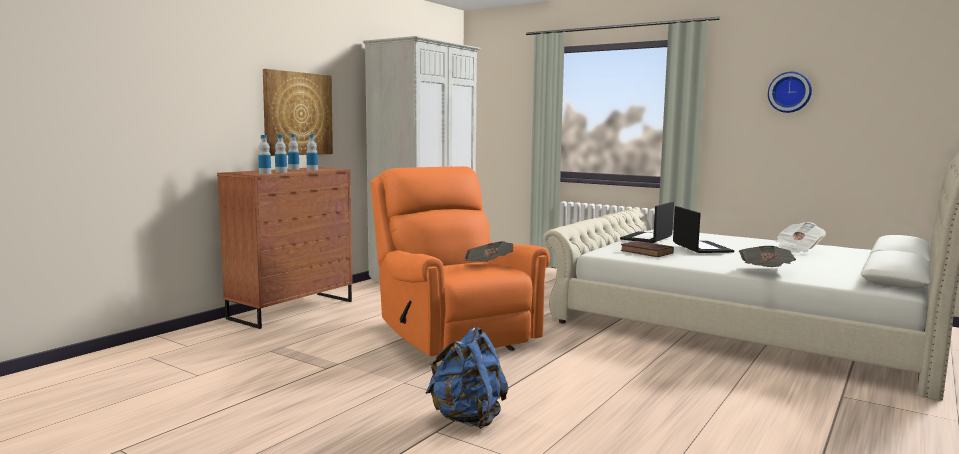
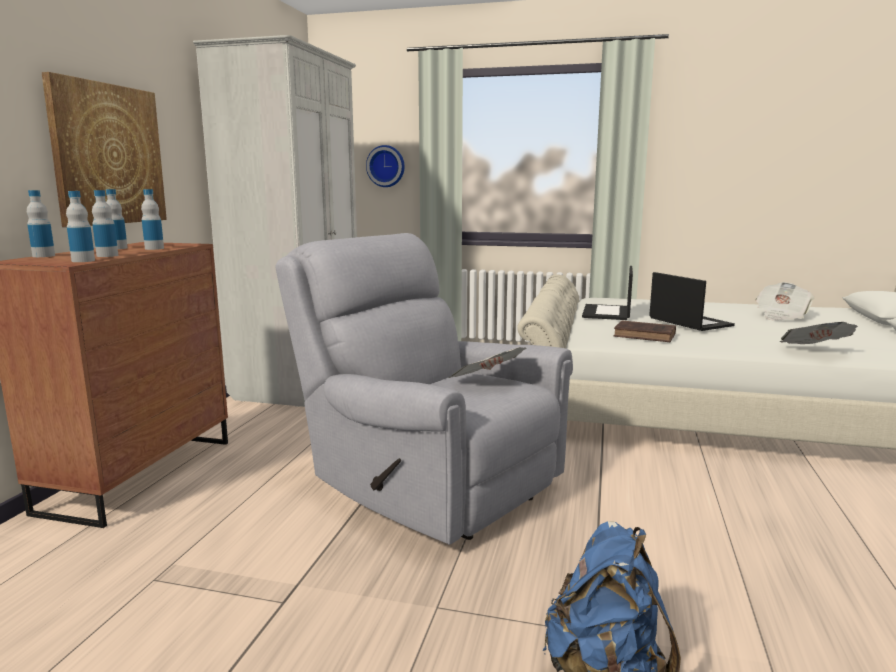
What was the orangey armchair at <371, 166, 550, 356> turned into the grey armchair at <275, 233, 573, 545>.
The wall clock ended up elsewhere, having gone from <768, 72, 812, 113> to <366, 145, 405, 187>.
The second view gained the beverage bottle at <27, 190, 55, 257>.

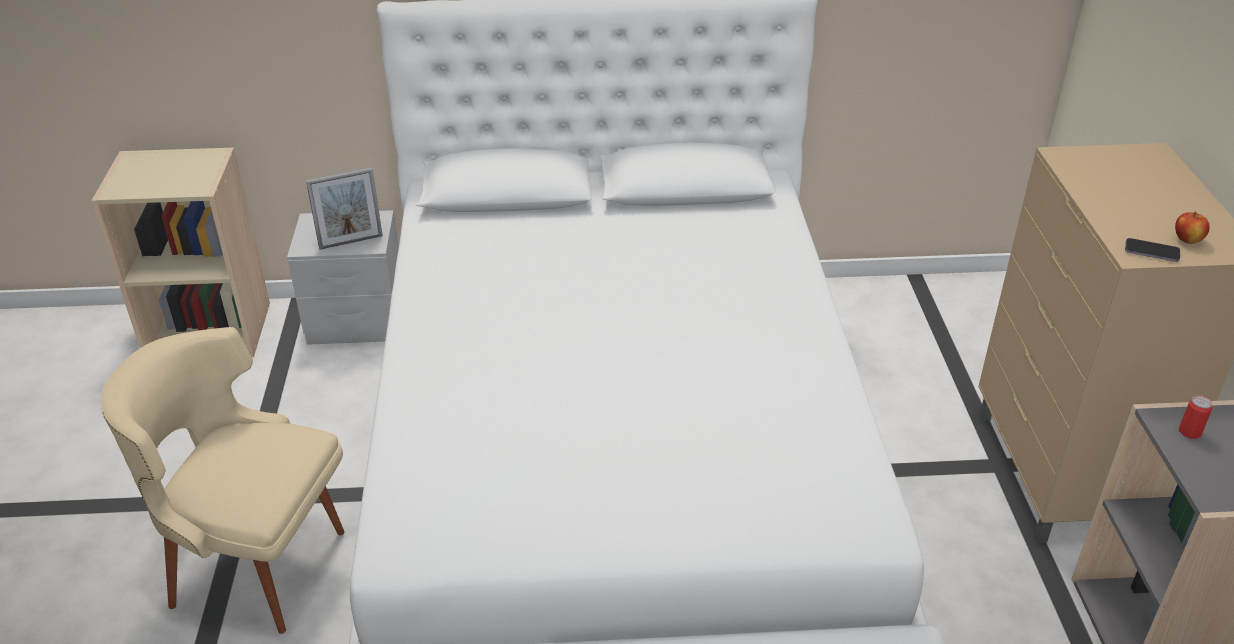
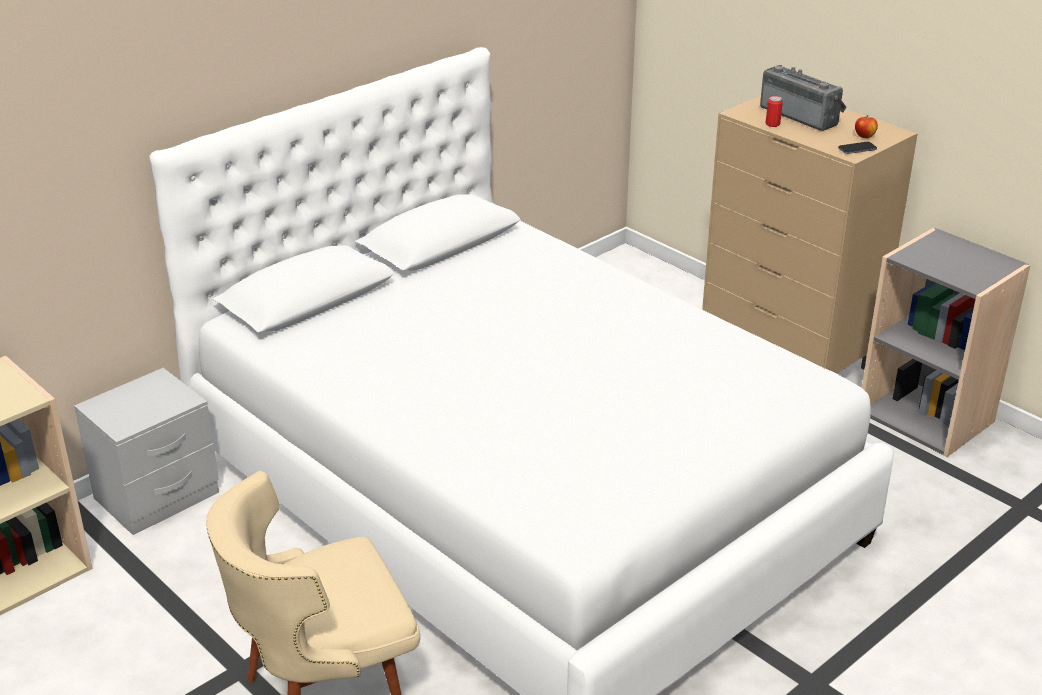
The second view lost the picture frame at <306, 168, 383, 250>.
The metal can ended up elsewhere, having gone from <1179, 395, 1212, 439> to <766, 96, 783, 127>.
The second view gained the radio receiver at <760, 65, 846, 131>.

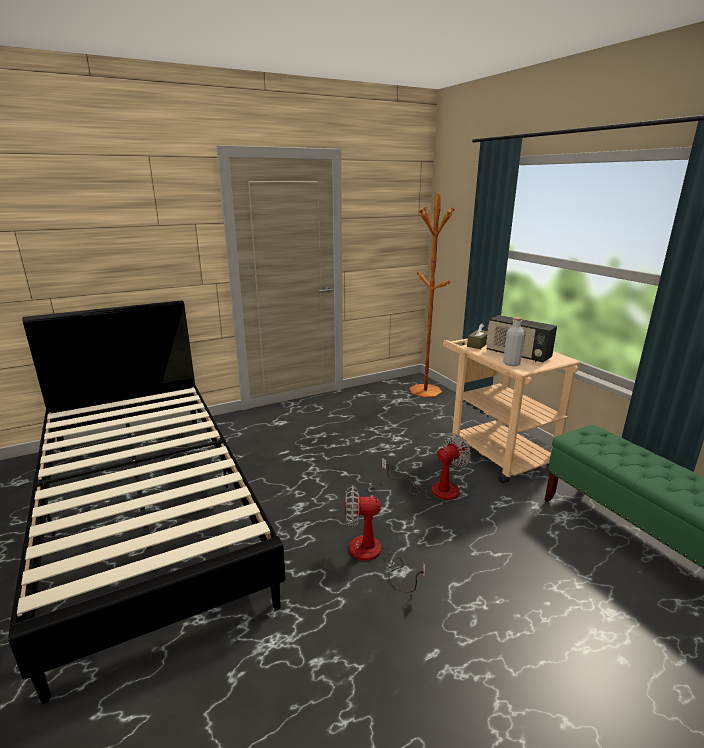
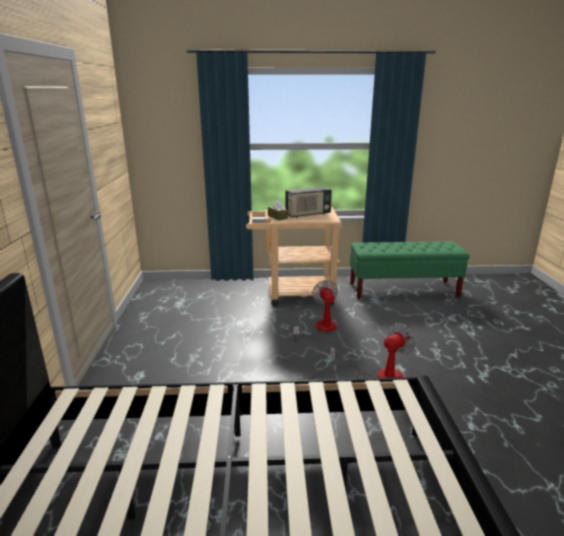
The electric fan at <345, 485, 425, 593> ended up facing another way, 150 degrees counterclockwise from before.
The second view lost the orangey clothes rack at <409, 192, 455, 398>.
The second view lost the grey beverage bottle at <503, 317, 525, 366>.

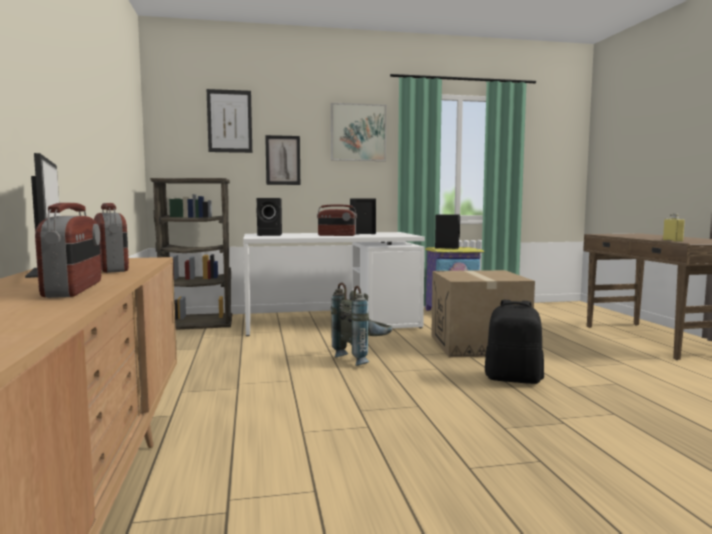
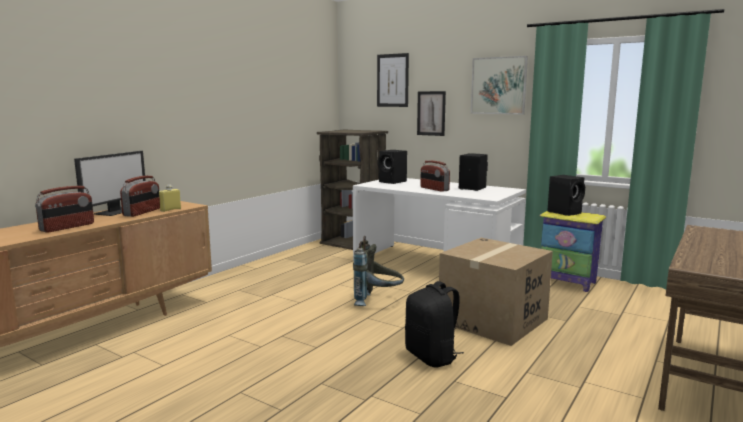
The yellowish beverage bottle ended up elsewhere, having gone from <663, 213, 685, 242> to <159, 185, 181, 212>.

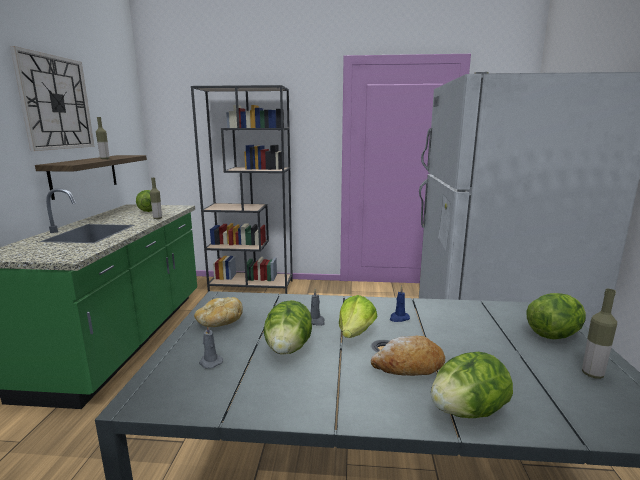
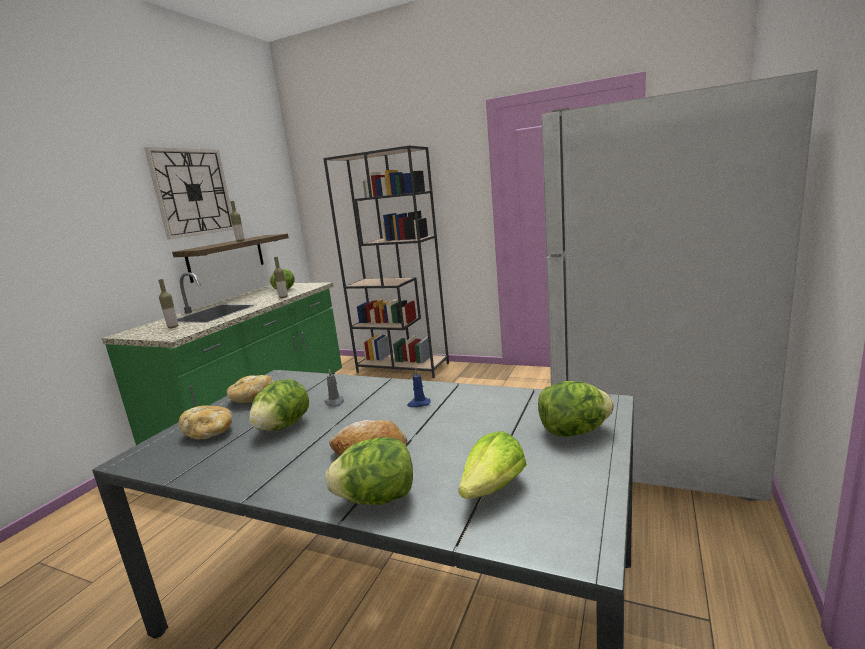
Where the grey candle stood at <199, 324, 223, 369>, the bakery bread came to stand at <178, 405, 232, 439>.
The lettuce head ended up elsewhere, having gone from <339, 295, 377, 338> to <458, 431, 527, 499>.
The beverage bottle ended up elsewhere, having gone from <582, 289, 617, 379> to <158, 279, 178, 328>.

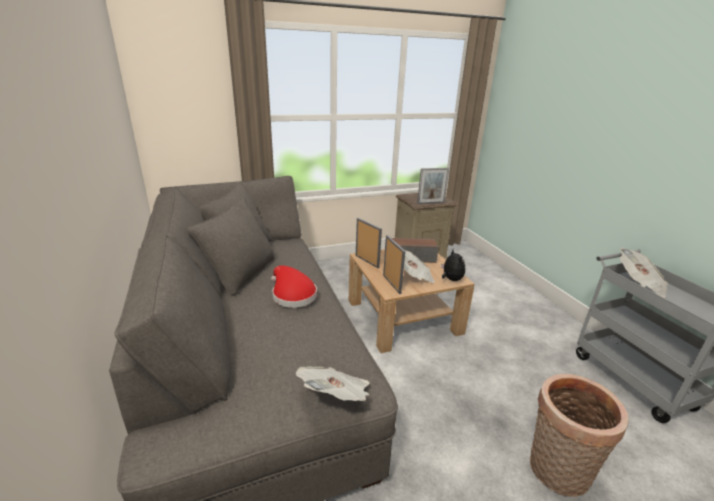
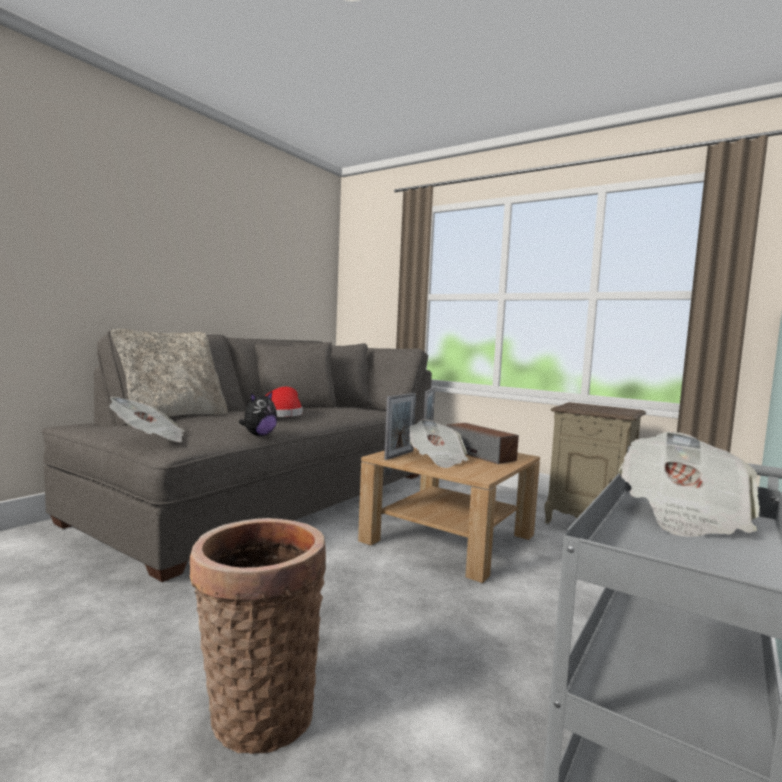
The second view lost the picture frame at <417, 168, 449, 204>.
The soft toy ended up elsewhere, having gone from <441, 249, 465, 281> to <239, 392, 277, 436>.
The second view gained the sand-coloured pillow at <111, 329, 228, 417>.

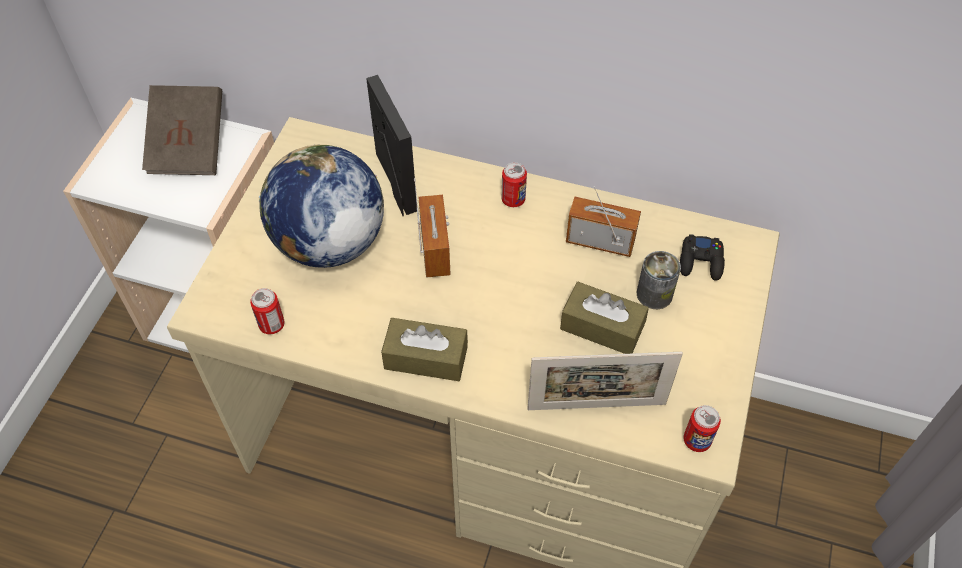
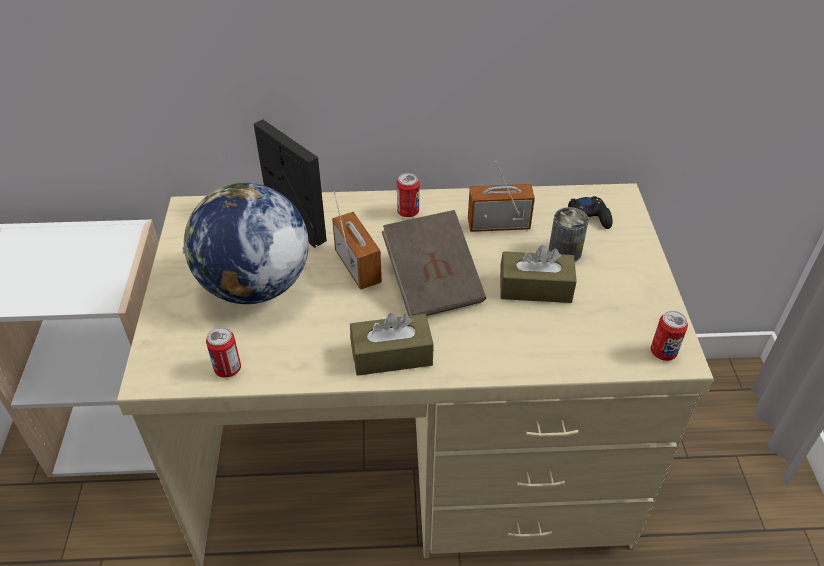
The brown volume ended up elsewhere, having gone from <142, 85, 222, 175> to <382, 210, 486, 316>.
The second view lost the picture frame at <527, 352, 683, 410>.

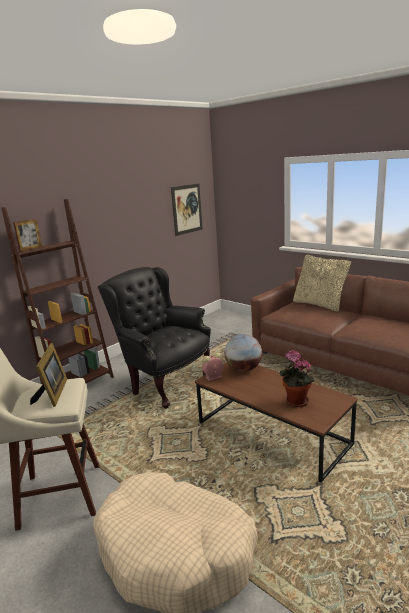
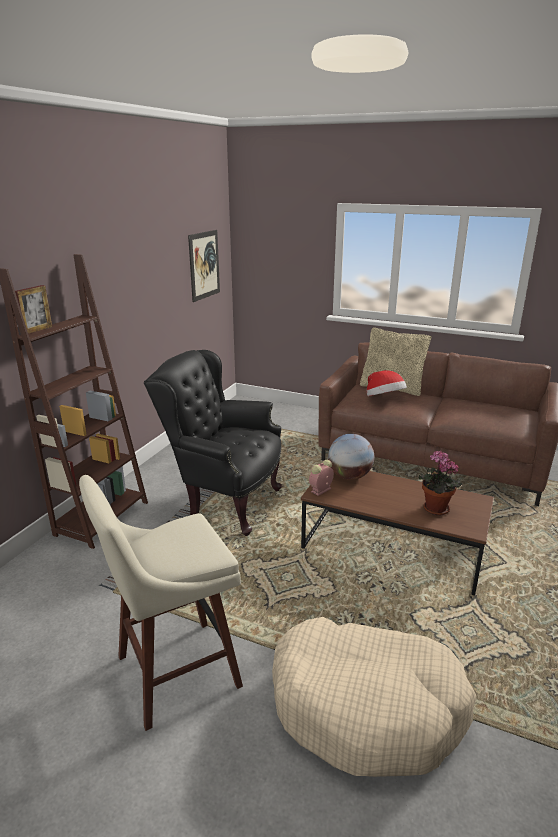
The second view lost the picture frame at <30, 343, 67, 407>.
The second view gained the hat at <366, 370, 407, 396>.

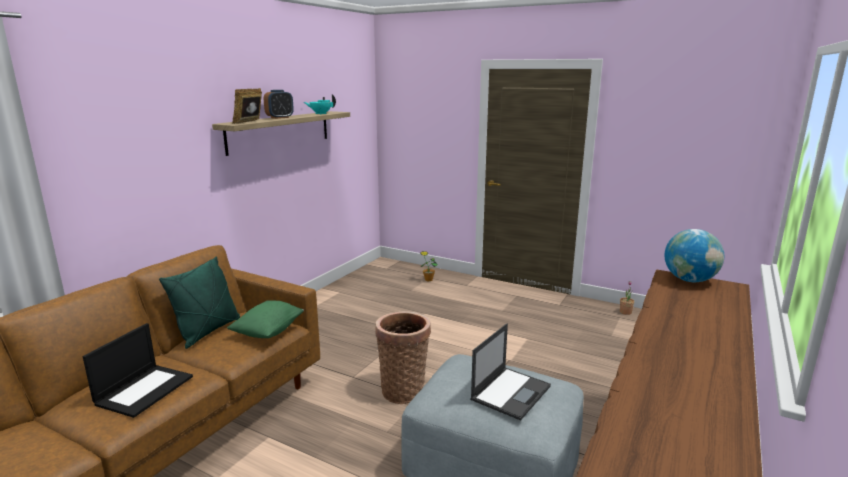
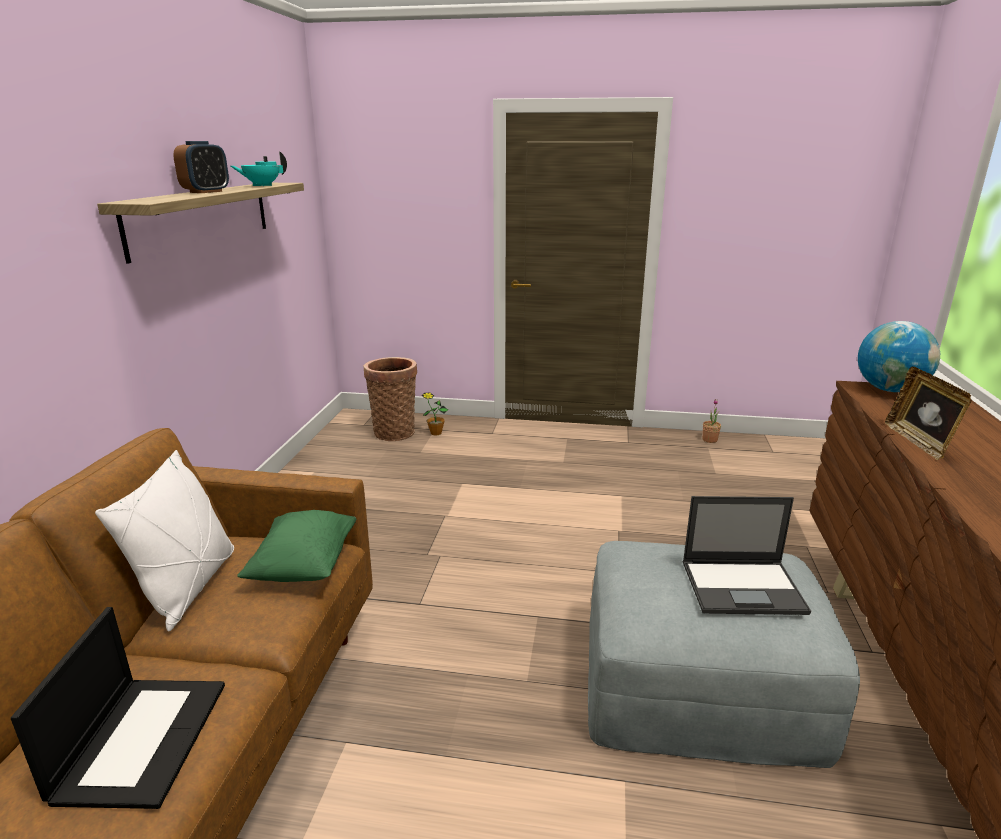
What was the green pillow at <159, 257, 240, 349> turned into the whitish pillow at <95, 450, 234, 632>.
The picture frame ended up elsewhere, having gone from <232, 88, 262, 124> to <885, 367, 972, 460>.
The storage basket ended up elsewhere, having gone from <376, 311, 431, 404> to <364, 357, 417, 441>.
The portable computer at <470, 323, 551, 420> ended up facing another way, 75 degrees clockwise from before.

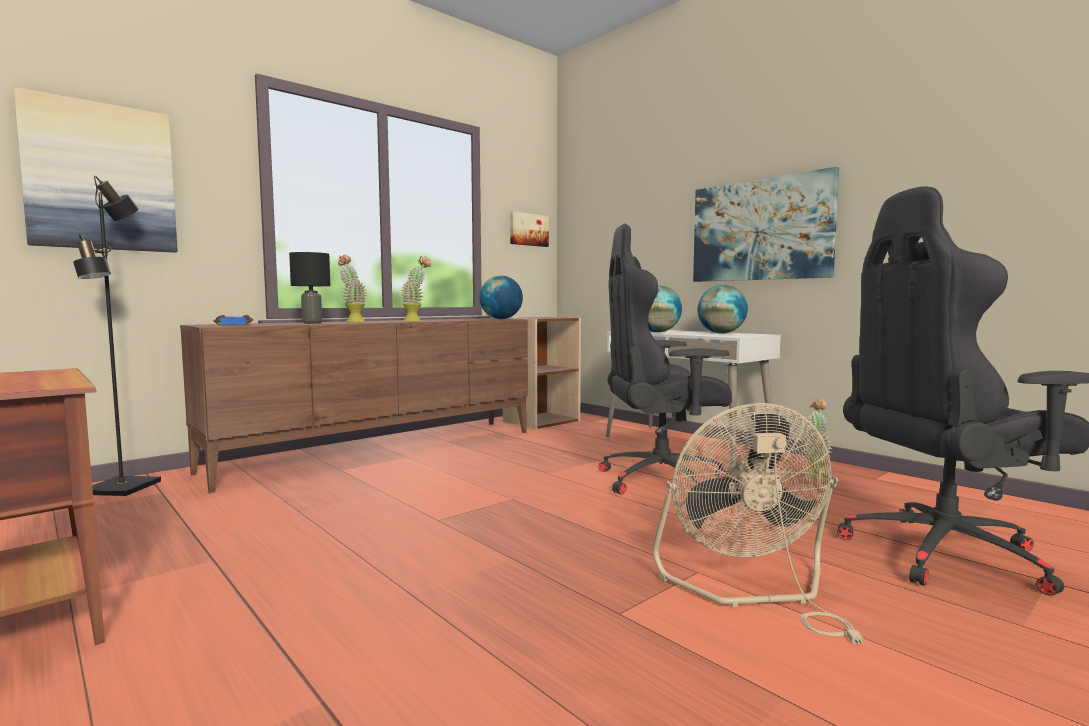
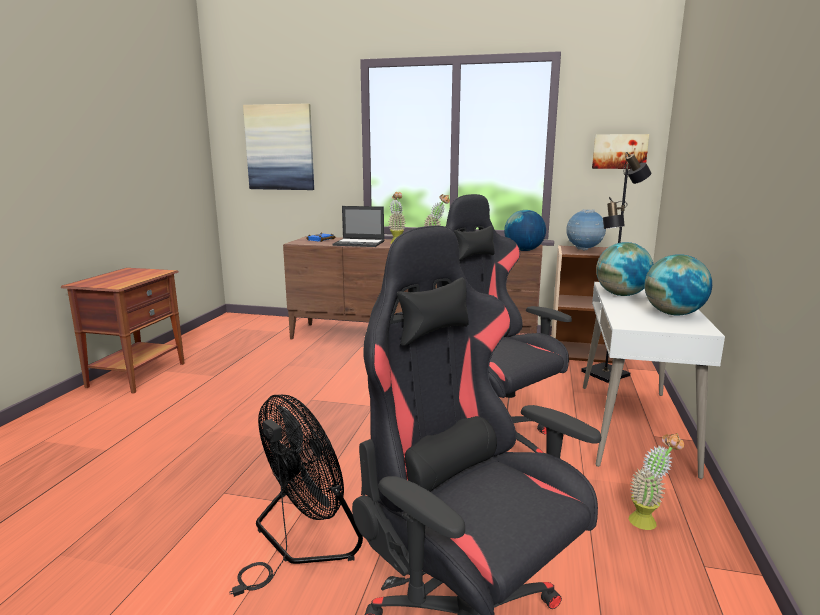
The blackish standing lamp ended up elsewhere, having gone from <73, 176, 161, 496> to <581, 152, 651, 383>.
Where the blackish lamp for a table stood at <289, 252, 330, 324>, the portable computer came to stand at <333, 206, 384, 247>.
What was the sand-coloured electric fan at <653, 403, 863, 644> turned into the blackish electric fan at <229, 395, 363, 597>.
The second view lost the picture at <693, 167, 839, 282>.
The second view gained the desk globe at <566, 209, 606, 251>.

